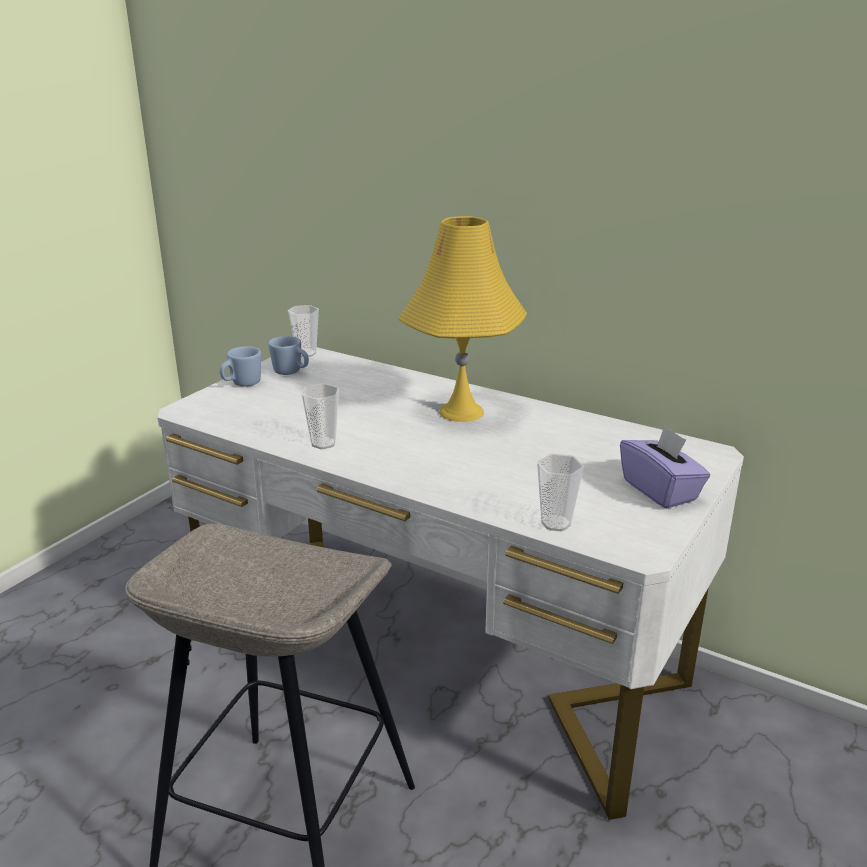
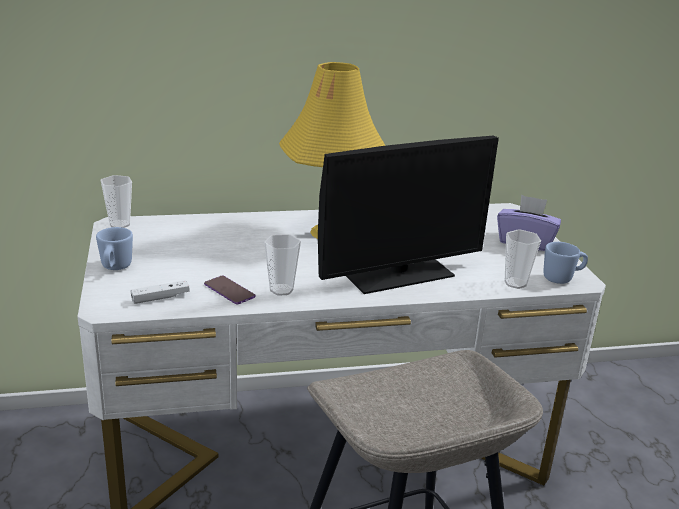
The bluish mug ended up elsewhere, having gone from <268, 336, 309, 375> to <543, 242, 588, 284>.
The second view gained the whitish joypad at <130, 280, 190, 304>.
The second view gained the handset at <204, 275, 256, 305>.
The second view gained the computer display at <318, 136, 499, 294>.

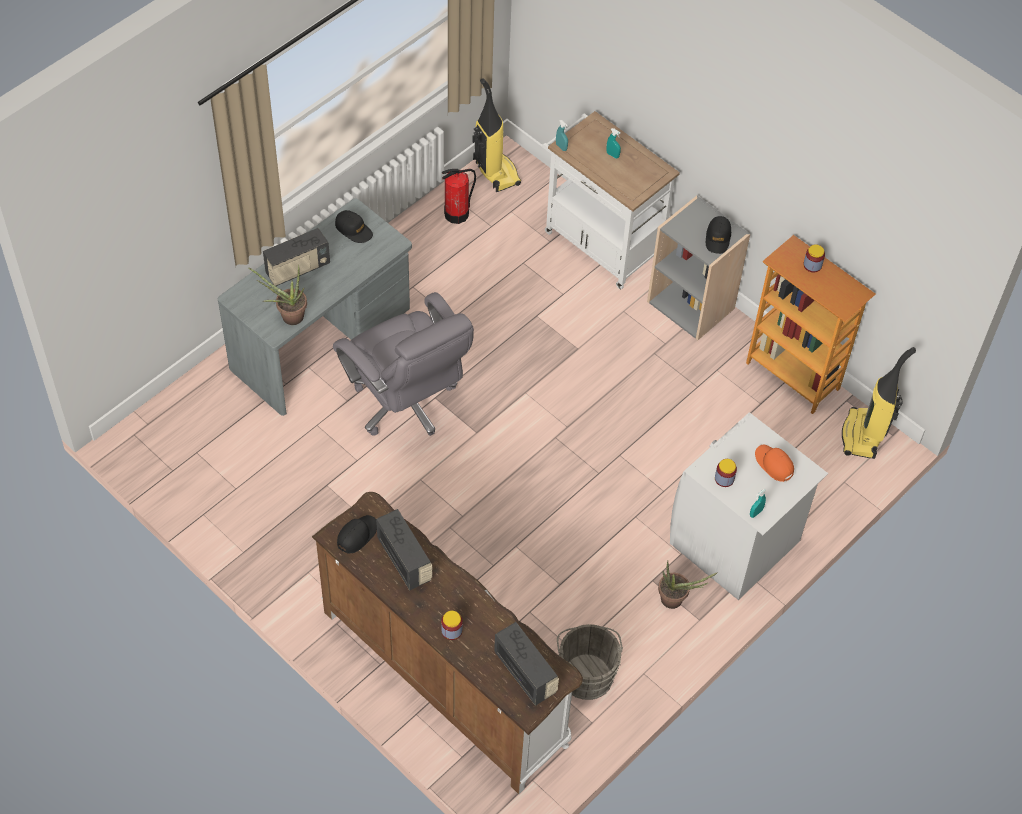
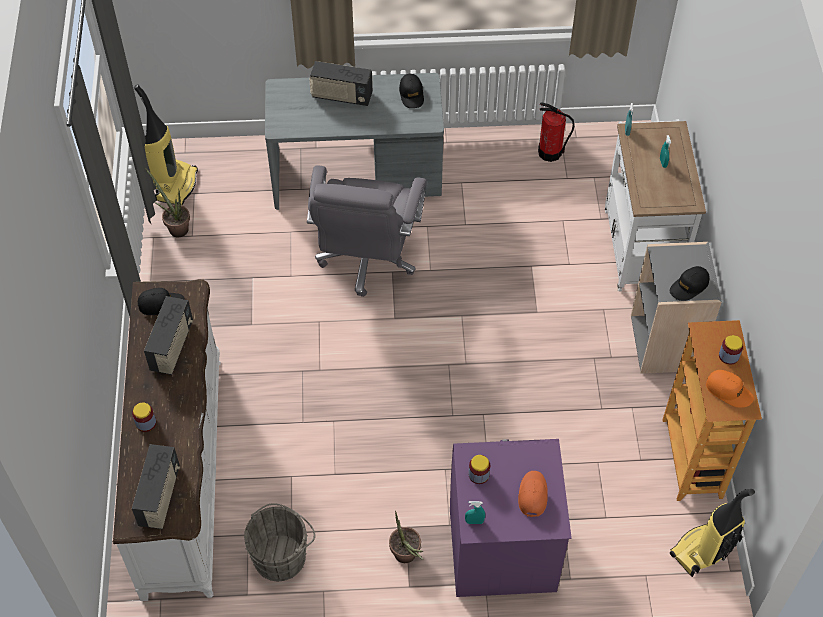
The plant in a pot ended up elsewhere, having gone from <248, 265, 307, 325> to <145, 168, 190, 237>.
The vacuum ended up elsewhere, having gone from <472, 78, 521, 192> to <134, 84, 198, 205>.
What was the whitish washing machine at <670, 412, 828, 600> turned into the purplish washing machine at <450, 439, 572, 597>.
The second view gained the orangey peaked cap at <706, 370, 754, 408>.

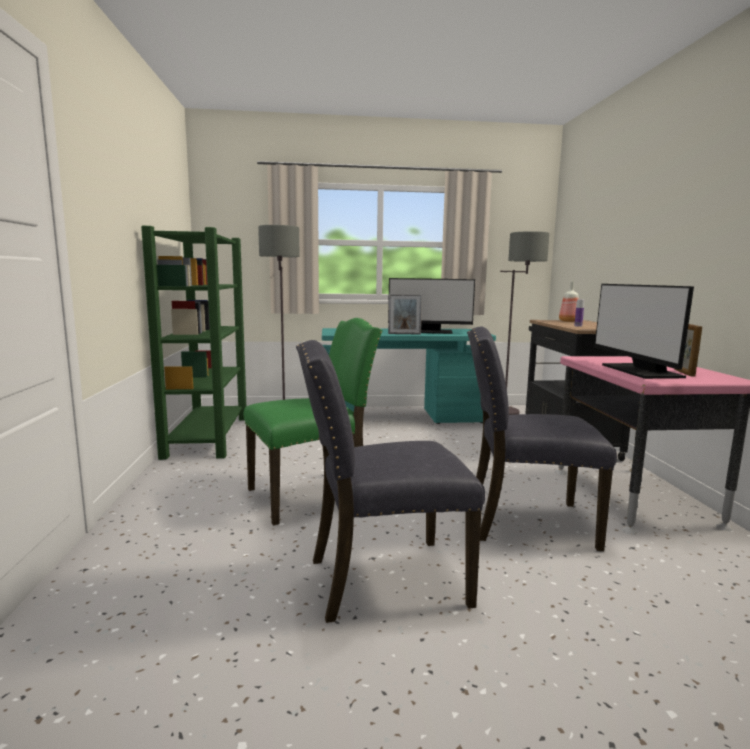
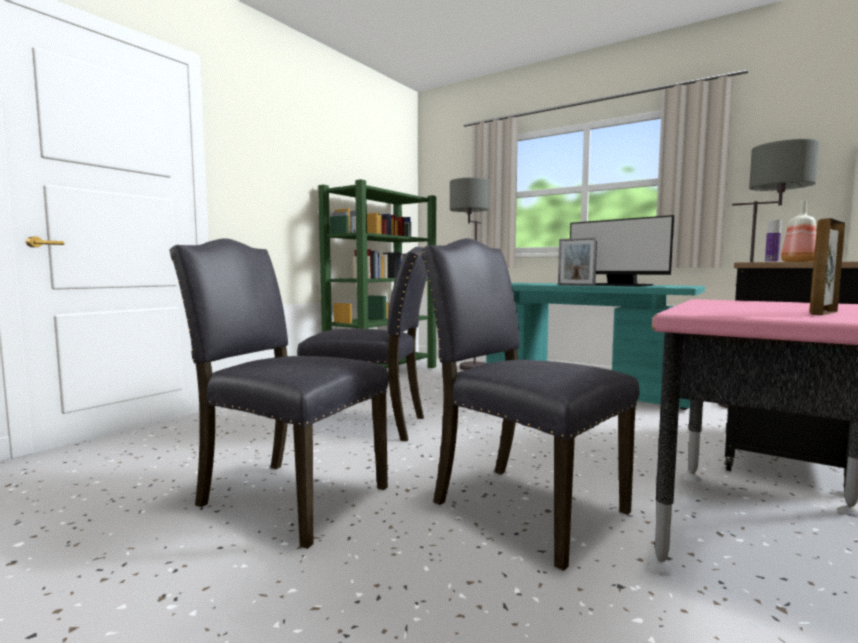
What was the green plain chair at <244, 318, 383, 525> turned into the grey plain chair at <297, 247, 428, 441>.
The second view lost the computer display at <594, 284, 694, 379>.

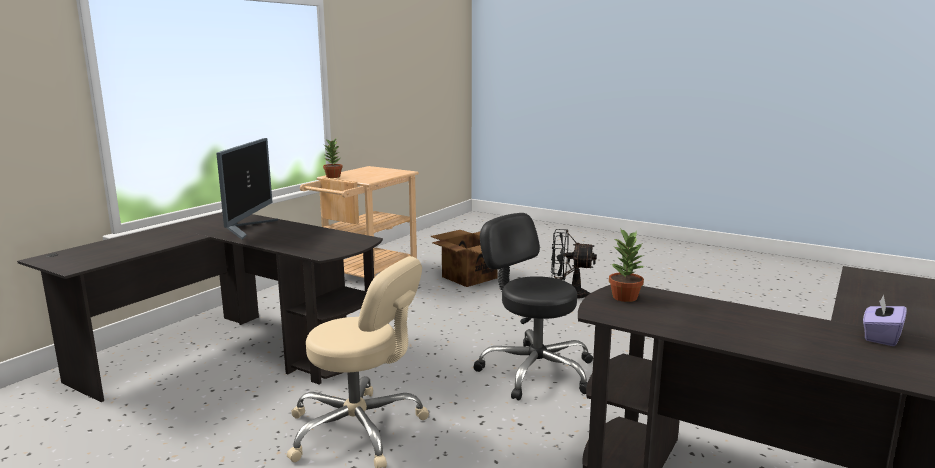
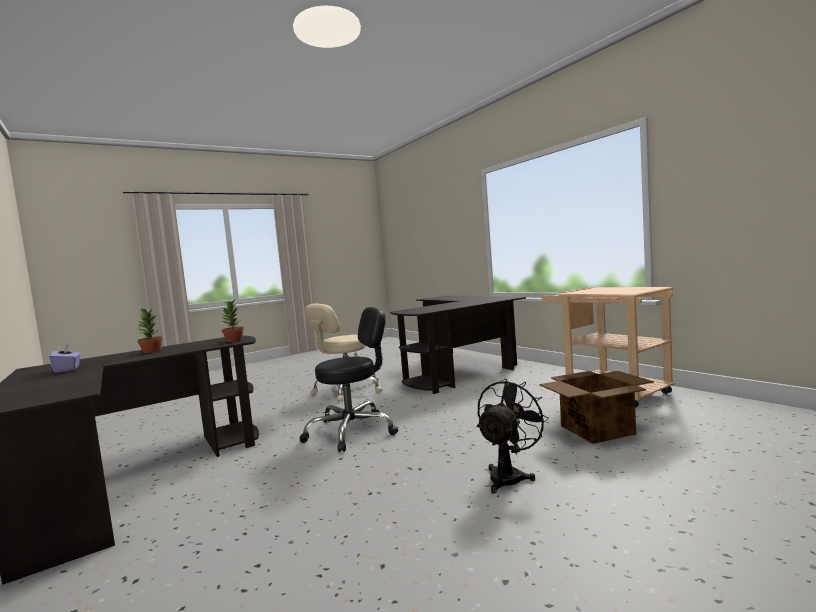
The second view lost the computer display at <216, 138, 278, 240>.
The plant in a pot ended up elsewhere, having gone from <323, 138, 343, 178> to <137, 308, 163, 353>.

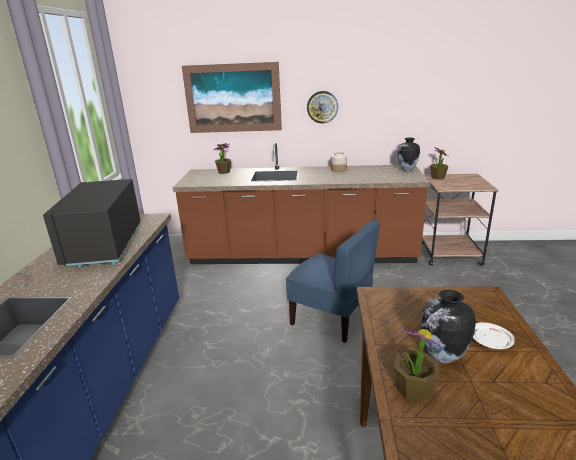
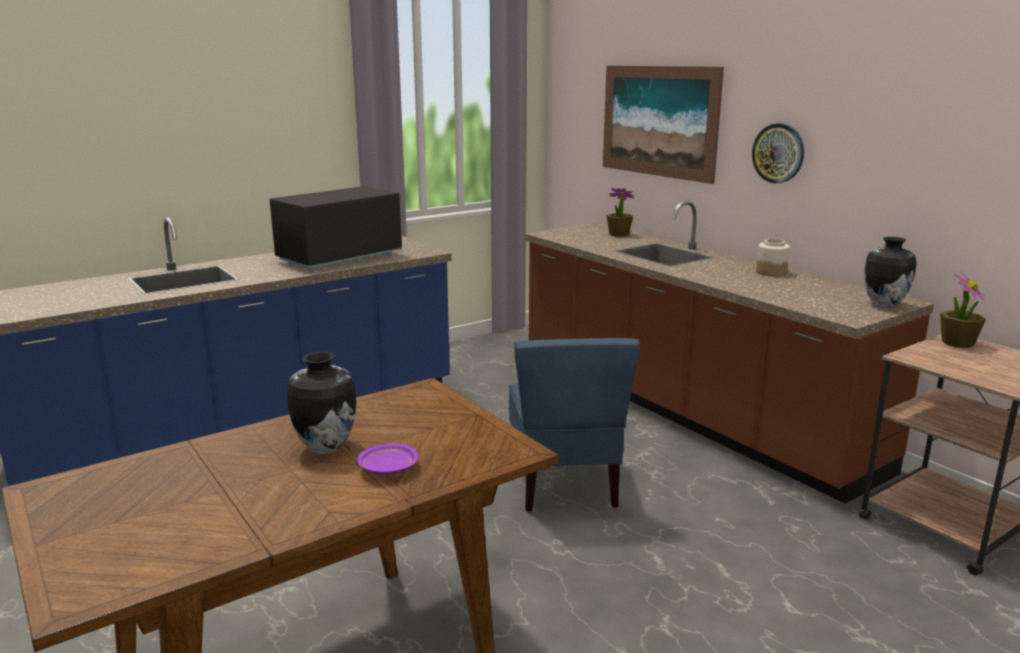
The second view lost the plant in a pot at <394, 326, 444, 403>.
What was the whitish flat dish at <473, 322, 515, 349> turned into the purplish flat dish at <357, 443, 418, 475>.

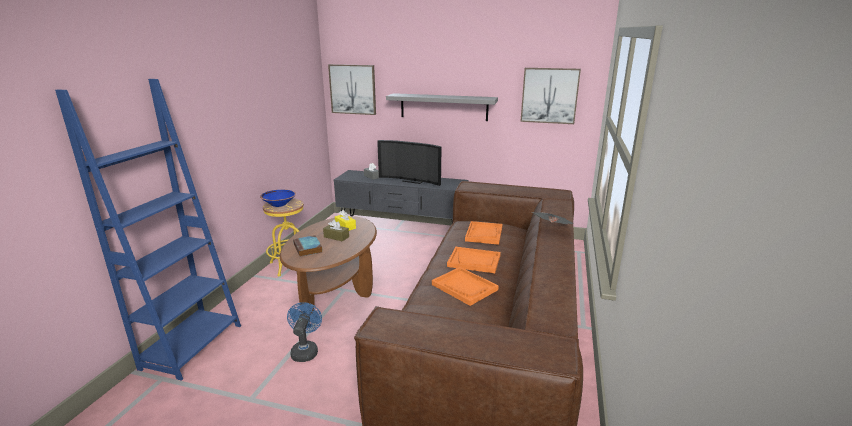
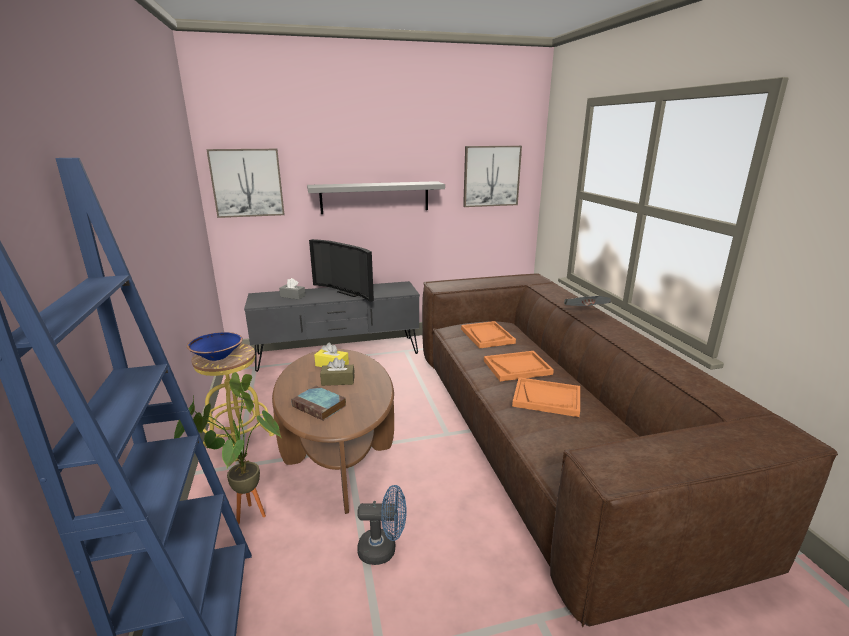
The bluish electric fan at <287, 302, 322, 362> ended up facing another way, 120 degrees clockwise from before.
The television at <377, 140, 441, 186> ended up facing another way, 45 degrees clockwise from before.
The second view gained the plant in a pot at <174, 372, 281, 524>.

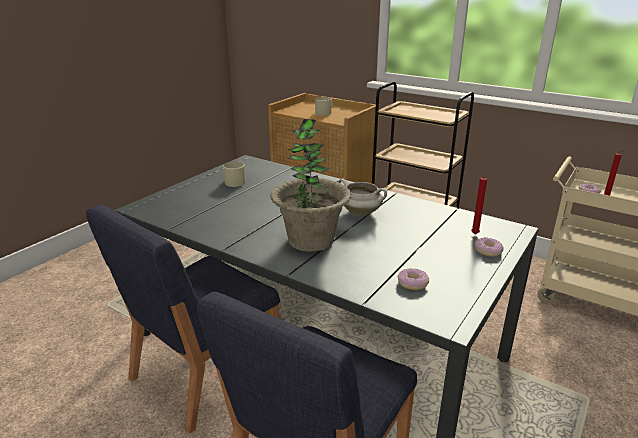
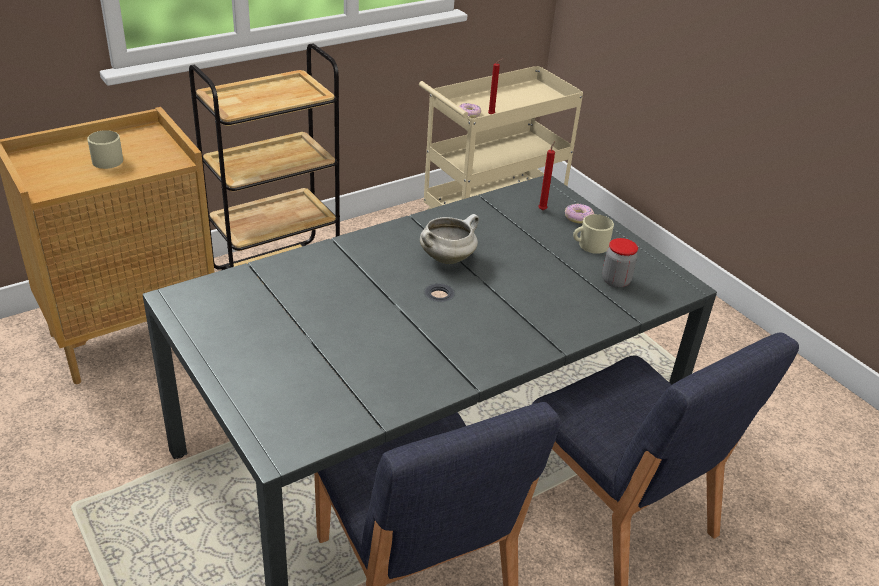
The sand-coloured mug ended up elsewhere, having gone from <223, 161, 246, 187> to <573, 214, 614, 254>.
The second view lost the plant in a pot at <270, 119, 351, 252>.
Where the doughnut stood at <398, 268, 429, 290>, the preserve jar came to stand at <602, 238, 638, 288>.

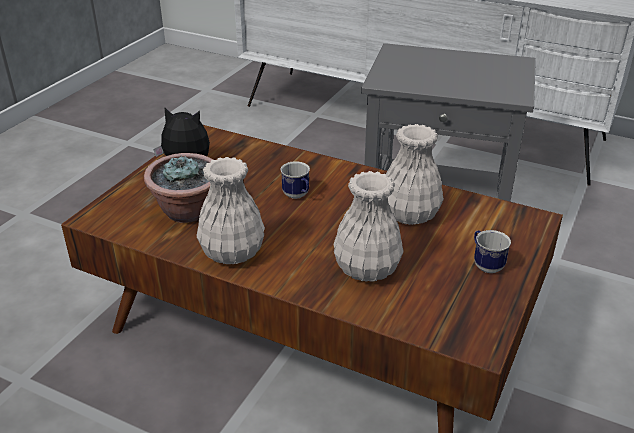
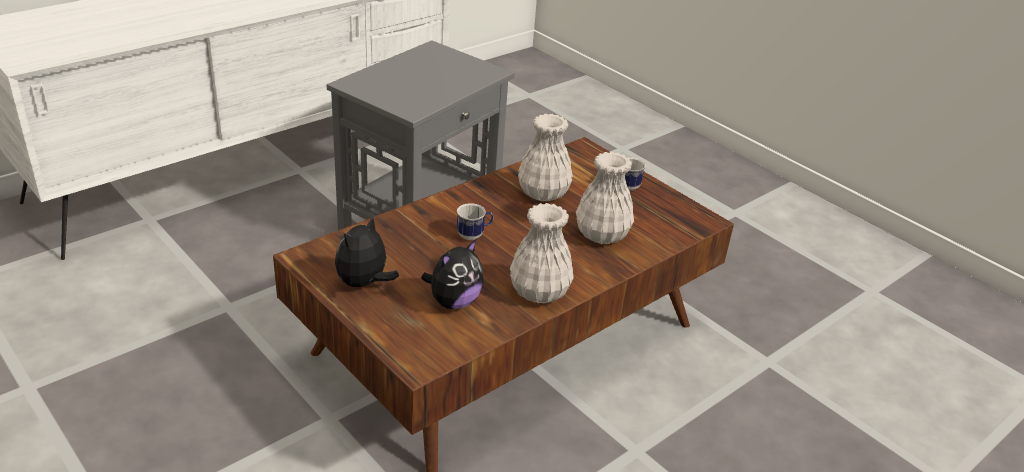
Where the plant in a pot stood at <144, 153, 213, 223>, the soft toy came to stand at <421, 239, 484, 309>.

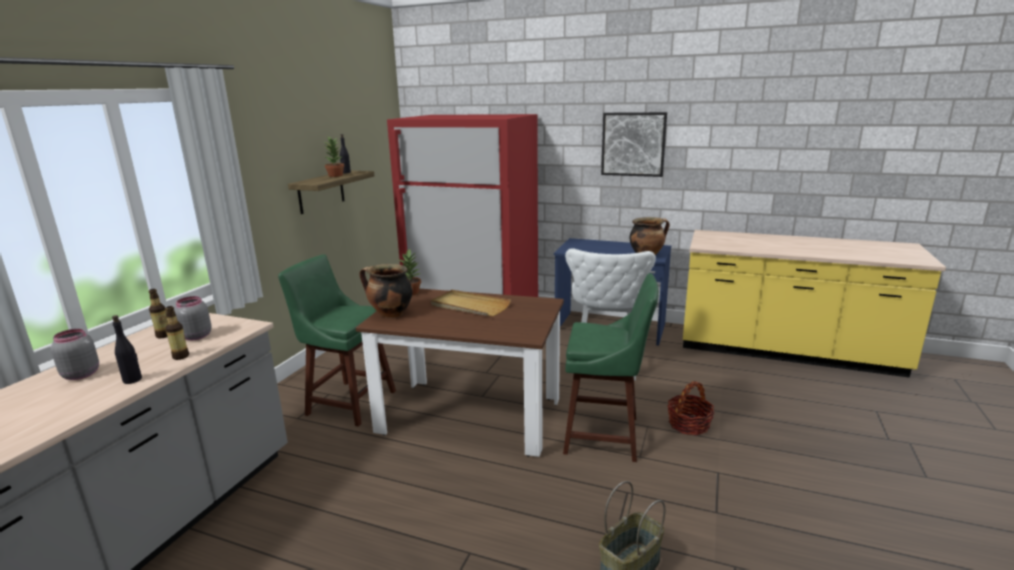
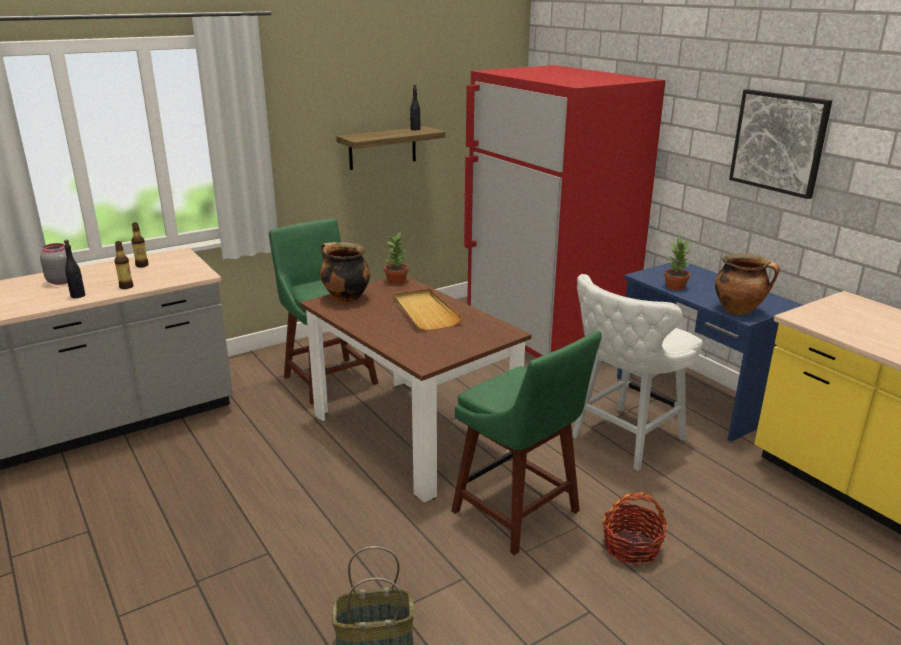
The second view lost the grey preserve jar at <174, 296, 212, 340>.
The plant in a pot ended up elsewhere, having gone from <324, 137, 344, 177> to <664, 236, 691, 290>.

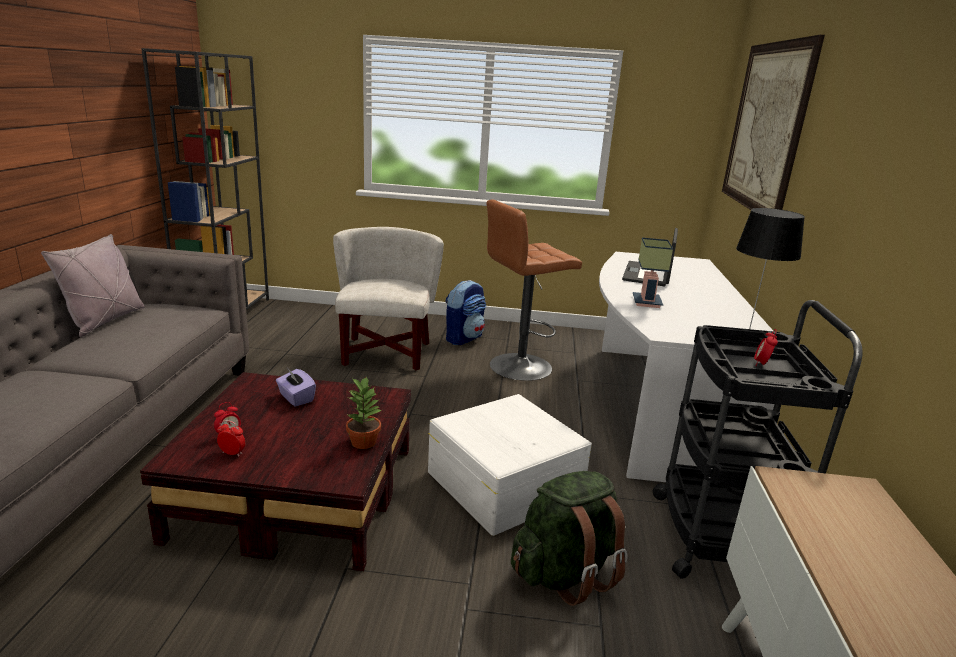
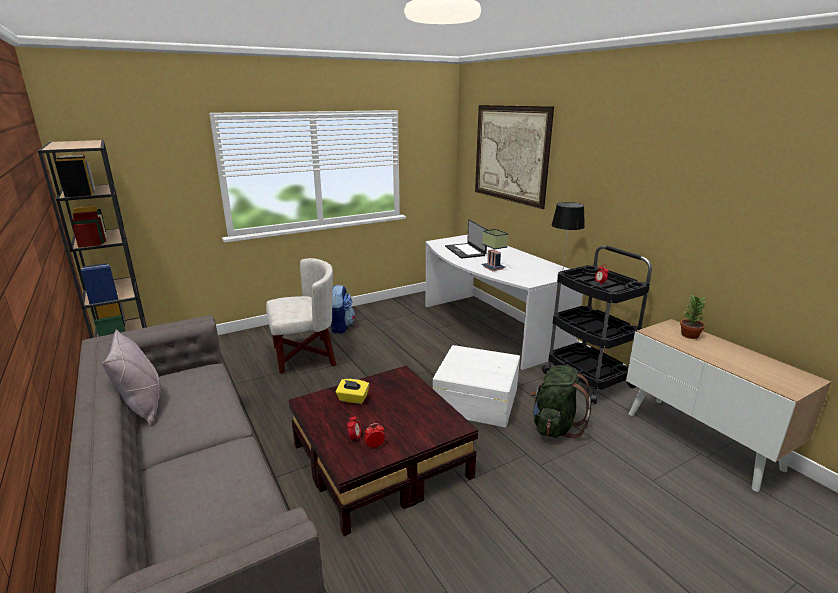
What was the purplish box of tissues at <276, 367, 316, 407> turned into the yellowish box of tissues at <336, 379, 369, 404>.
The whitish armchair at <333, 227, 444, 370> ended up facing another way, 105 degrees clockwise from before.
The plant in a pot ended up elsewhere, having gone from <346, 376, 381, 449> to <680, 295, 707, 339>.
The second view lost the brown sitting stool at <486, 199, 582, 381>.

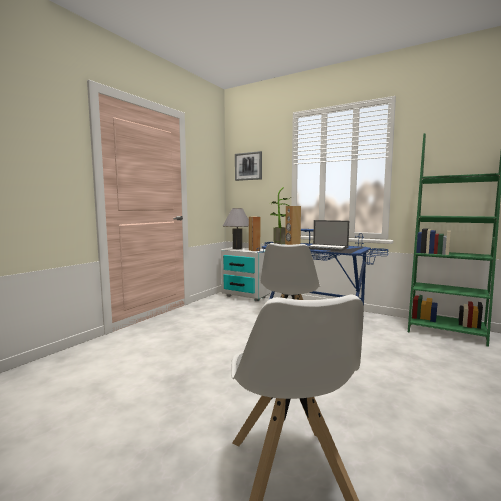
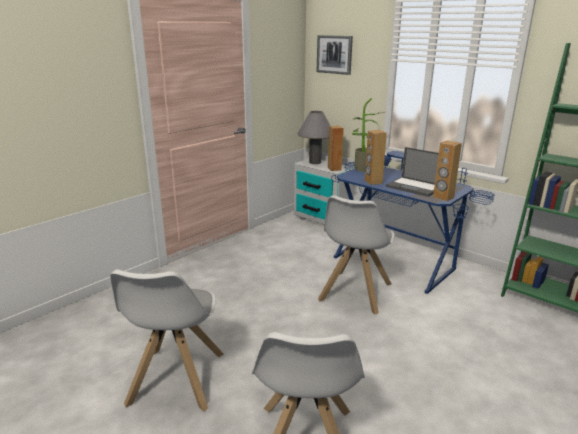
The second view gained the plain chair at <110, 269, 224, 412>.
The second view gained the brown audio speaker at <433, 140, 462, 201>.

